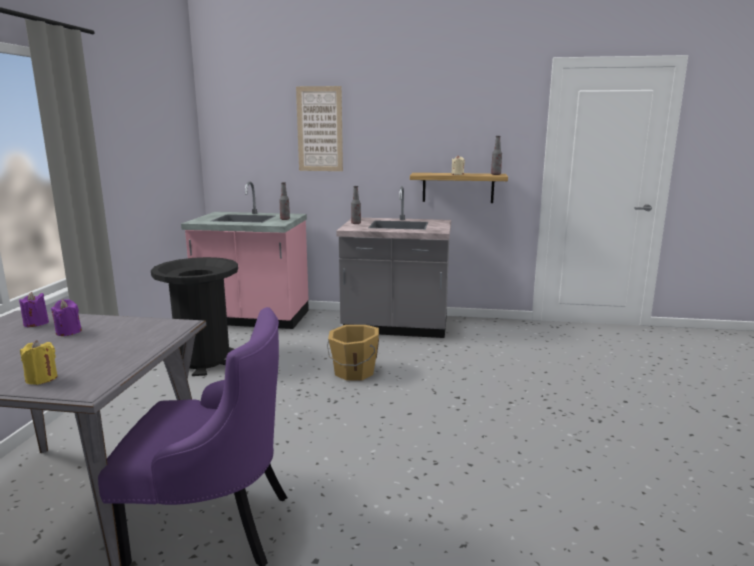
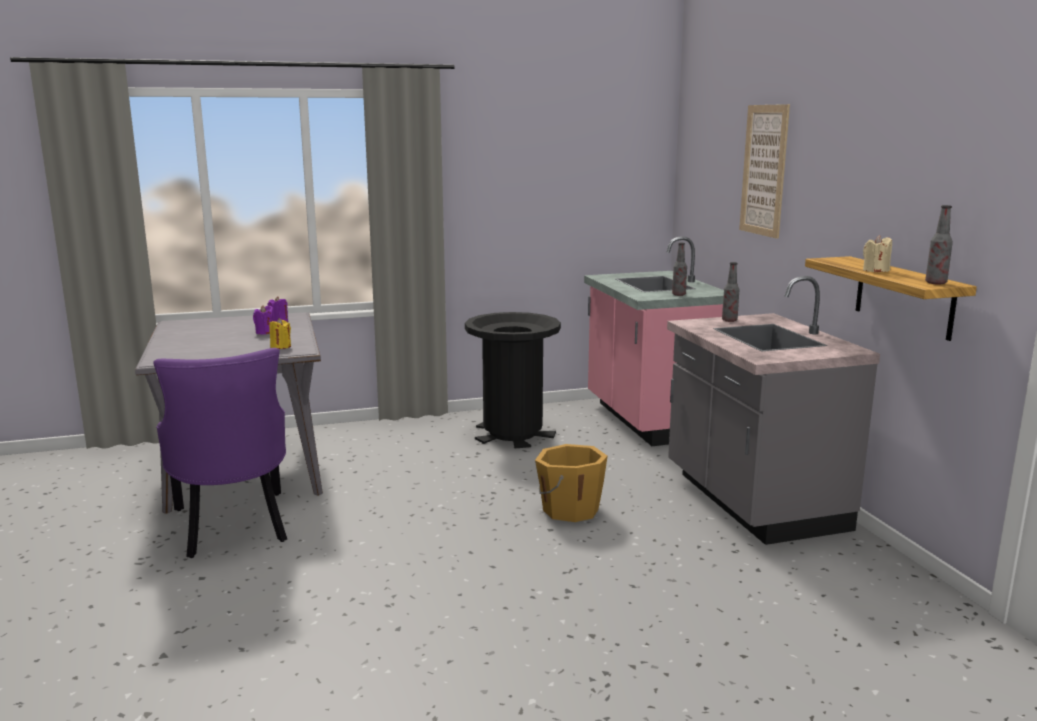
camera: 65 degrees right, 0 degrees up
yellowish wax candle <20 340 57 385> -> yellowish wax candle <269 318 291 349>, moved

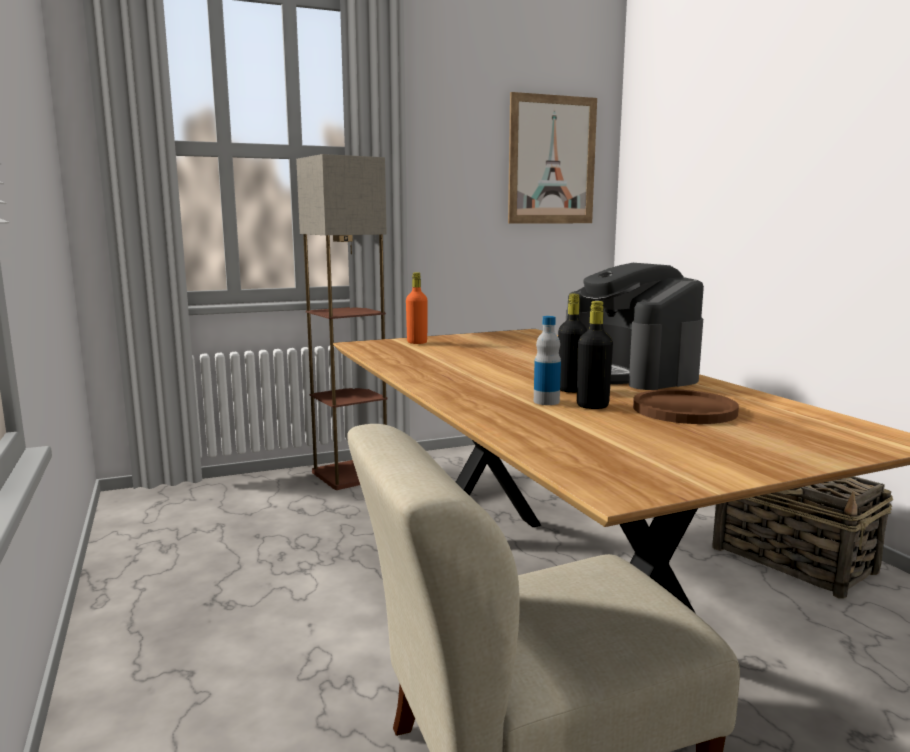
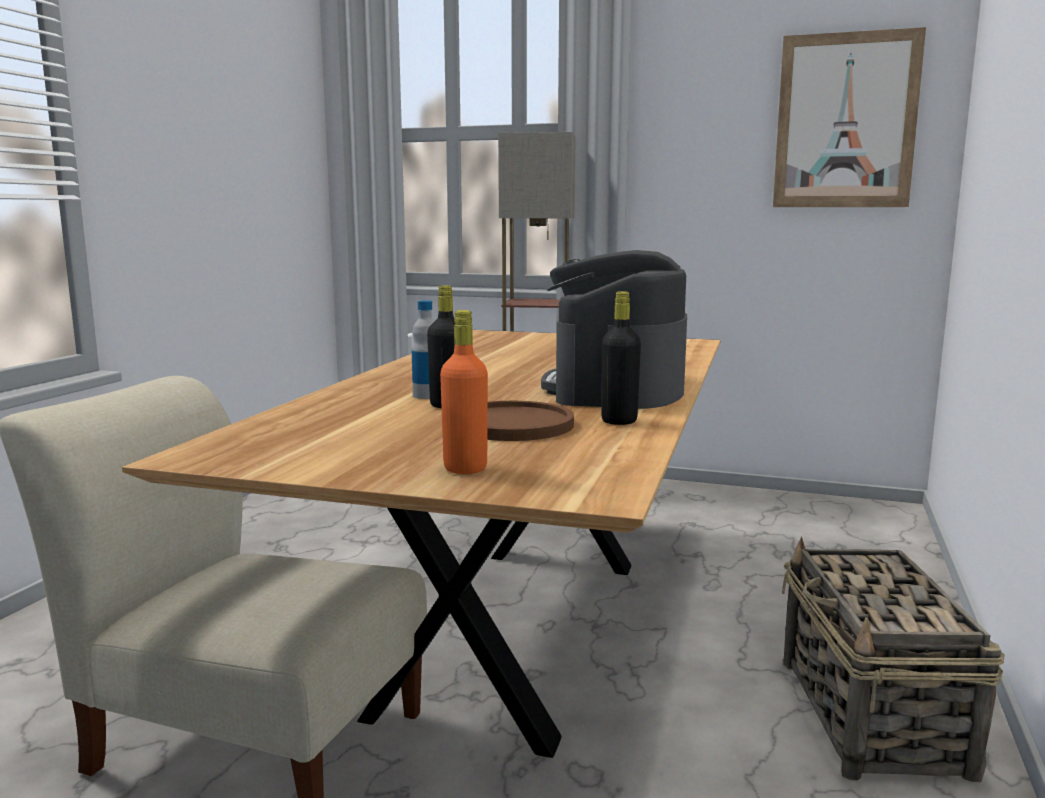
camera: 40 degrees right, 0 degrees up
orangey drink bottle <406 272 428 344> -> orangey drink bottle <440 310 488 474>, moved
black-coloured drink bottle <558 294 587 393> -> black-coloured drink bottle <601 291 641 425>, moved

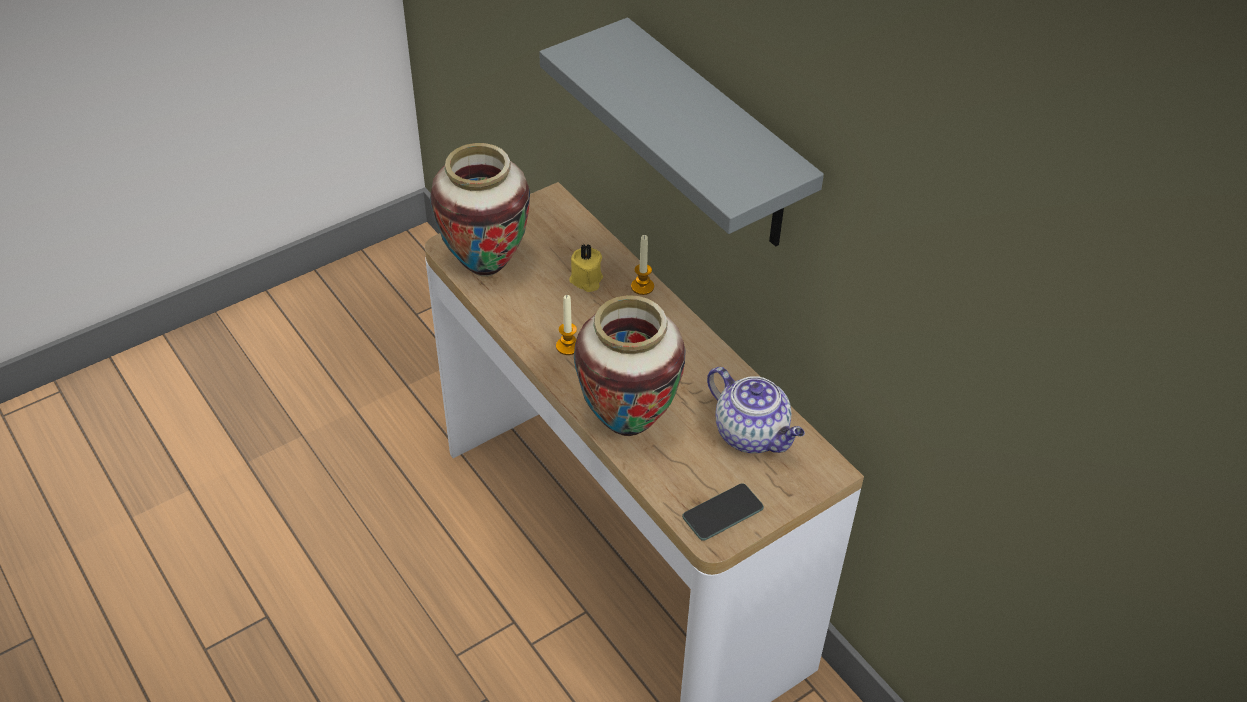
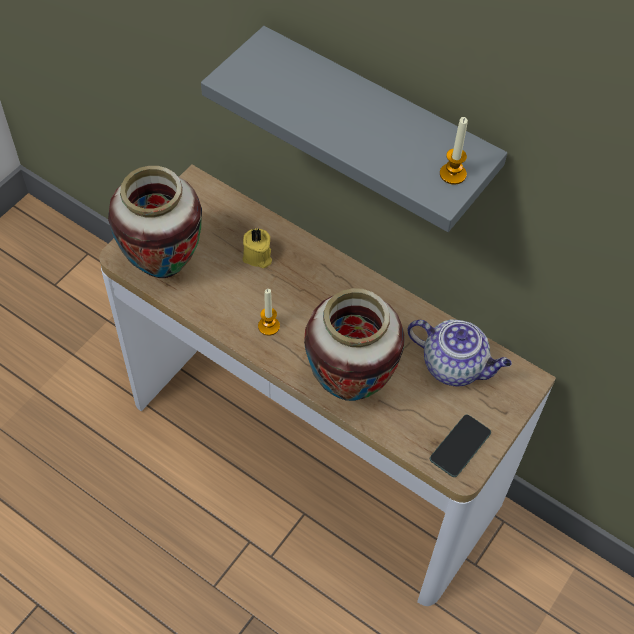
camera: 20 degrees left, 10 degrees up
wax candle <631 235 654 295> -> wax candle <440 117 468 184>, moved

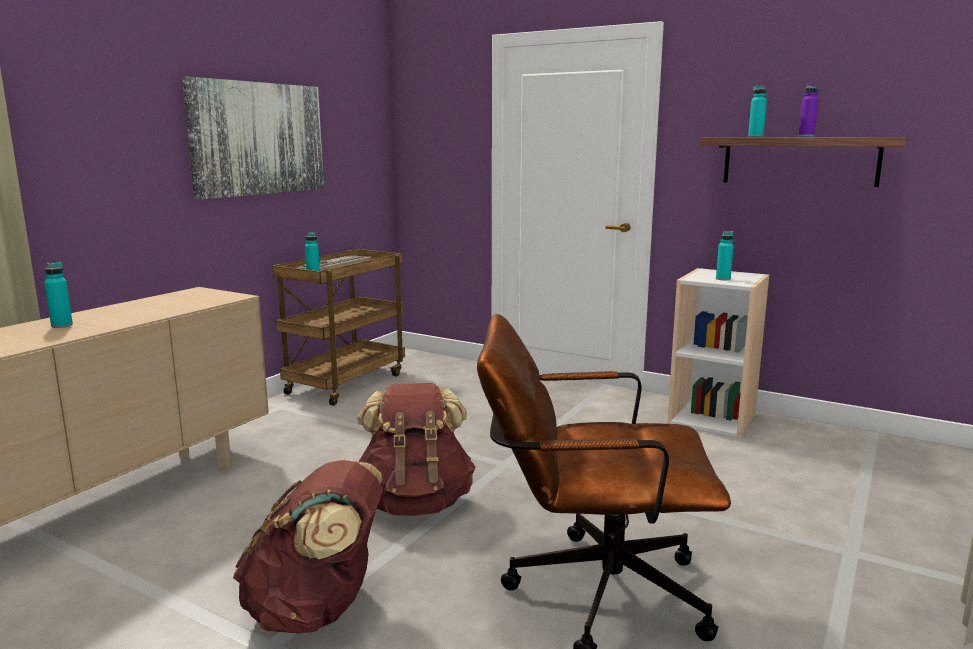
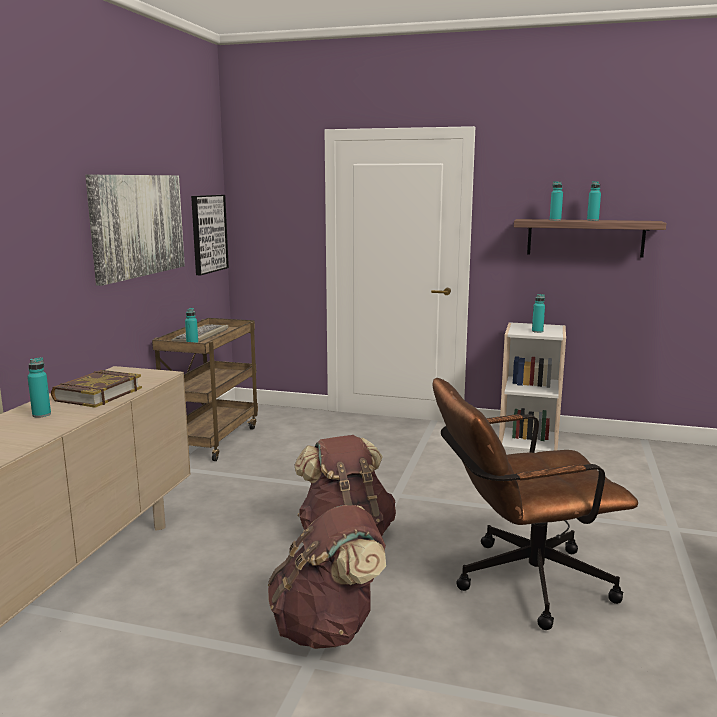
camera: 15 degrees left, 0 degrees up
purplish drink bottle <798 84 819 137> -> turquoise-coloured drink bottle <587 181 601 221>
none -> wall picture <191 195 229 275>
none -> volume <51 370 142 408>

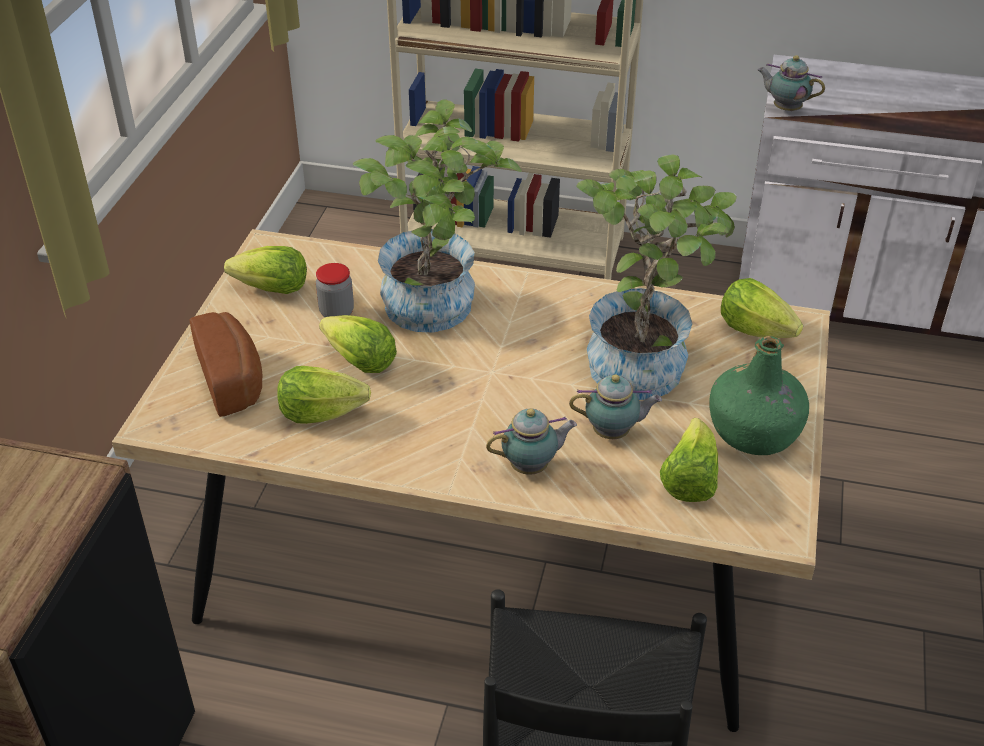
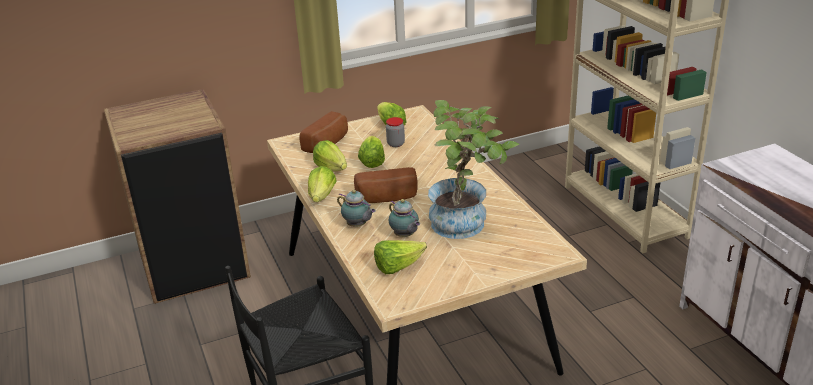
camera: 55 degrees right, 10 degrees down
tea pot <758 55 825 111> -> none
houseplant <352 99 522 332> -> none
head of lettuce <721 278 803 338> -> head of lettuce <308 166 337 202>, moved
green-coloured drink bottle <709 336 809 455> -> none
none -> baked bread <354 167 417 203>

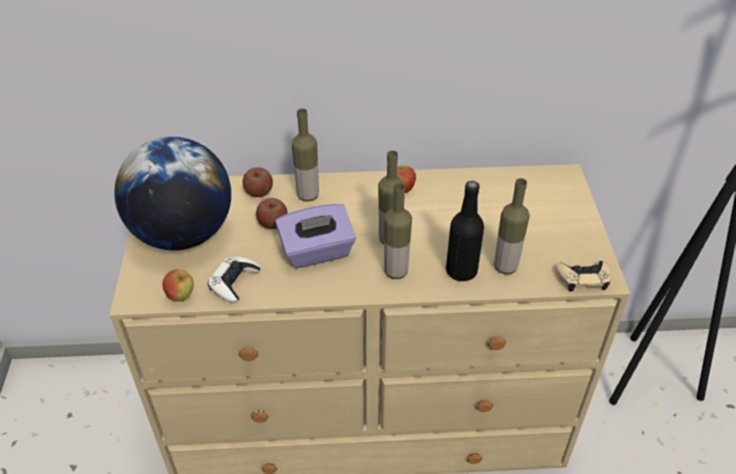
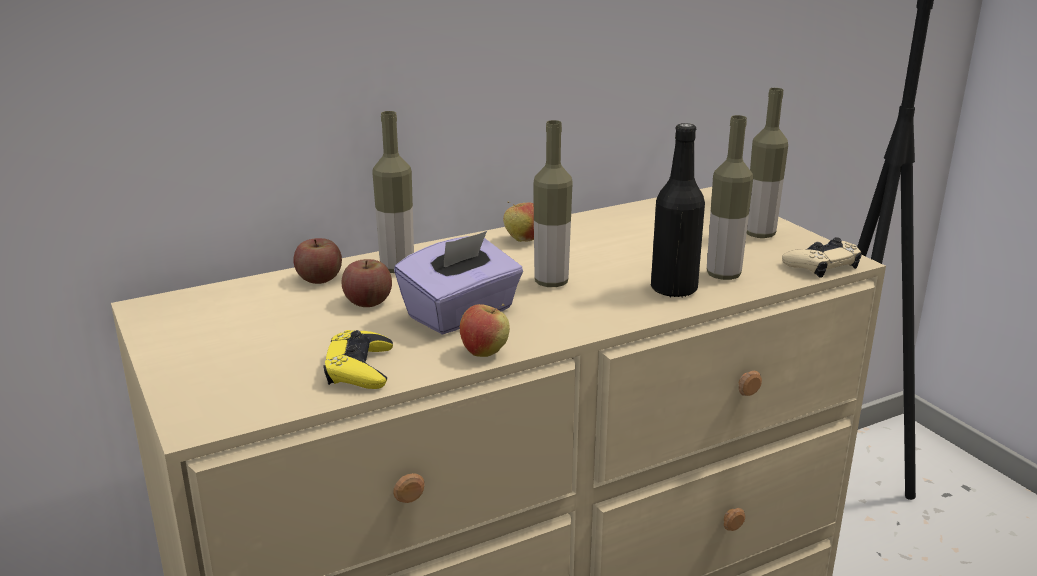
camera: 25 degrees left, 20 degrees down
globe <114 137 231 250> -> none
drink bottle <384 183 412 279> -> drink bottle <747 88 788 238>, moved
white joypad <208 255 260 303> -> yellowish joypad <323 330 393 389>
apple fruit <163 269 194 301> -> apple fruit <460 304 510 357>, moved

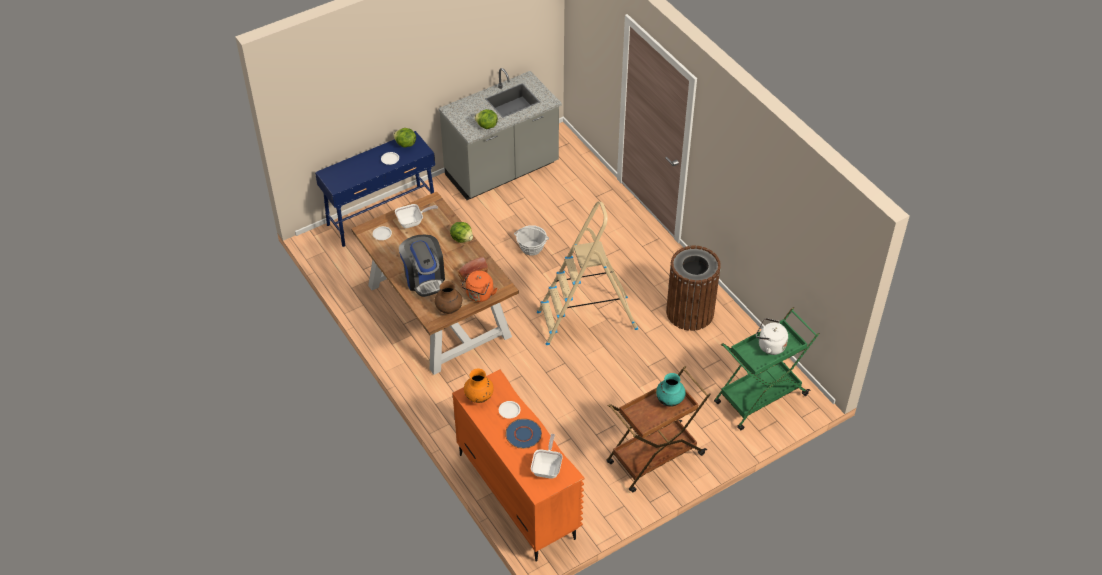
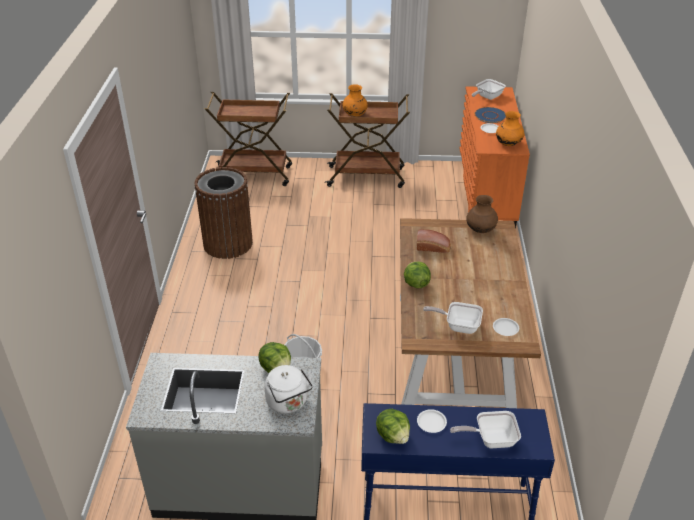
camera: 145 degrees left, 10 degrees down
beige-coloured step ladder <537 201 638 345> -> none
coffee maker <399 235 445 297> -> none
orangey tea kettle <461 271 498 302> -> none
green-coloured trolley <714 307 820 430> -> brownish trolley <204 92 292 186>
white tea kettle <756 318 788 355> -> white tea kettle <264 365 313 414>, moved
turquoise-coloured decorative vase <656 373 686 407> -> orangey decorative vase <343 84 368 117>
none -> frying pan <450 411 521 448>

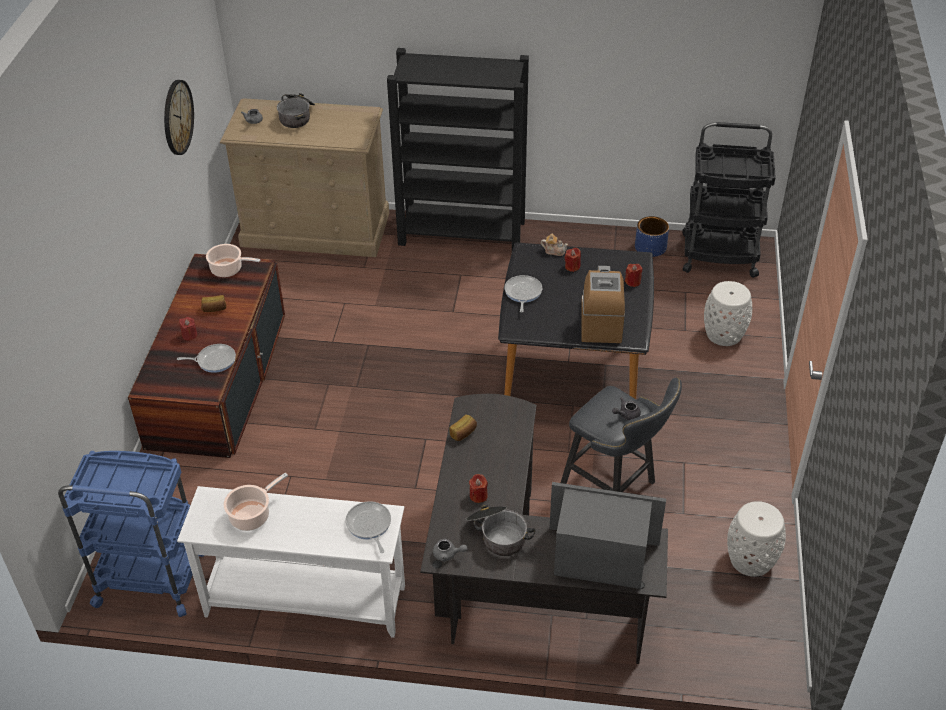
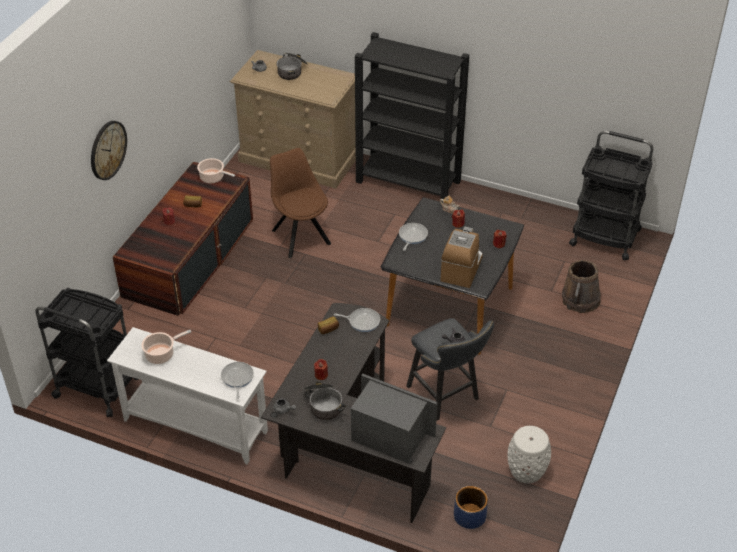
camera: 15 degrees right, 0 degrees up
clock on the wall <164 80 194 155> -> clock on the wall <91 121 127 180>, moved
blue-coloured flower pot <635 216 669 257> -> blue-coloured flower pot <454 486 488 529>, moved
white stool seat <704 281 752 346> -> brownish water bucket <562 260 601 313>
frying pan <177 344 236 373> -> frying pan <334 308 380 332>, moved
blue-coloured trolley <58 451 205 617> -> black-coloured trolley <35 288 139 417>
none -> brownish upright chair <270 148 331 258>

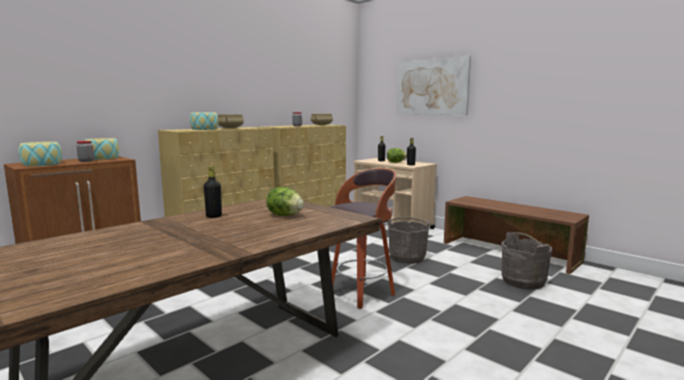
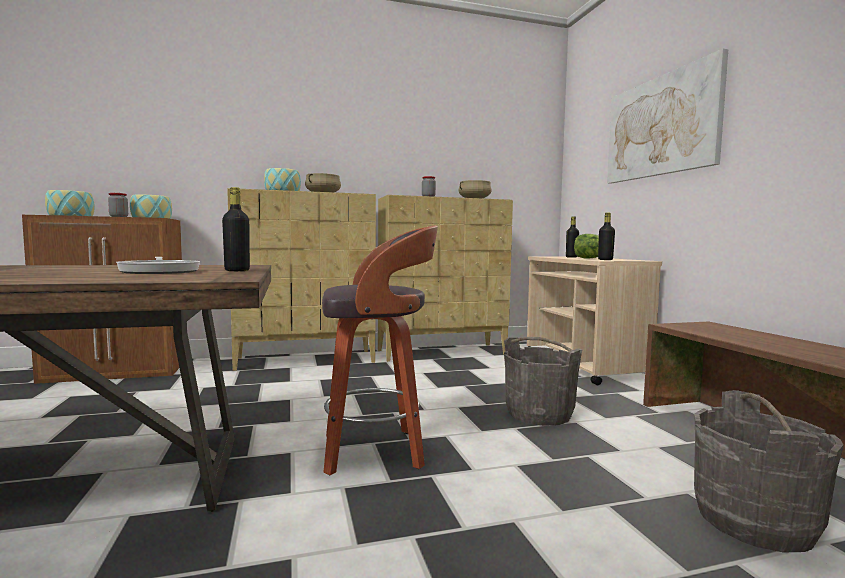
camera: 30 degrees right, 5 degrees down
black-coloured drink bottle <204 166 222 218> -> black-coloured drink bottle <222 187 250 271>, moved
head of lettuce <266 187 304 216> -> frying pan <116 257 200 274>

